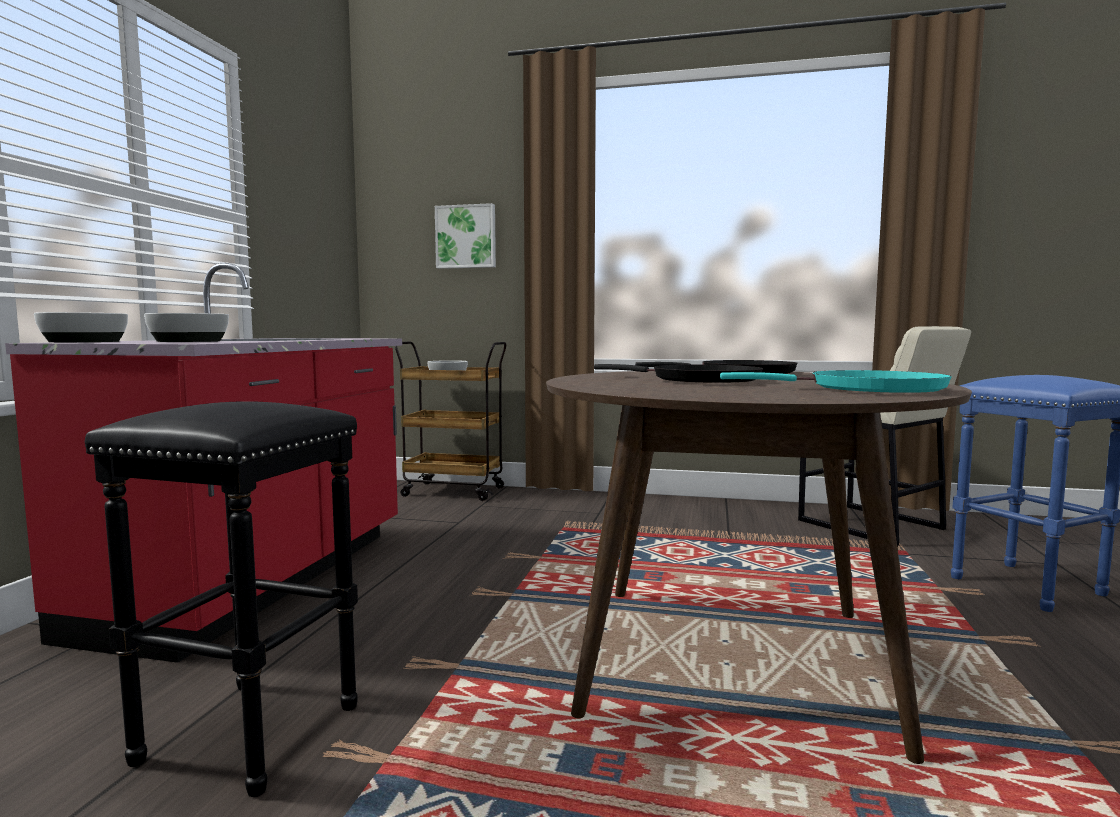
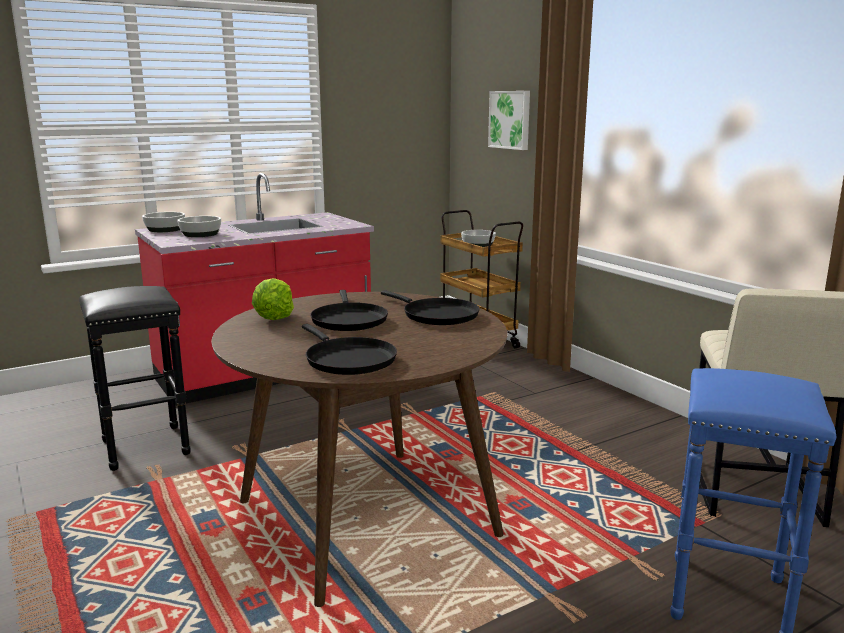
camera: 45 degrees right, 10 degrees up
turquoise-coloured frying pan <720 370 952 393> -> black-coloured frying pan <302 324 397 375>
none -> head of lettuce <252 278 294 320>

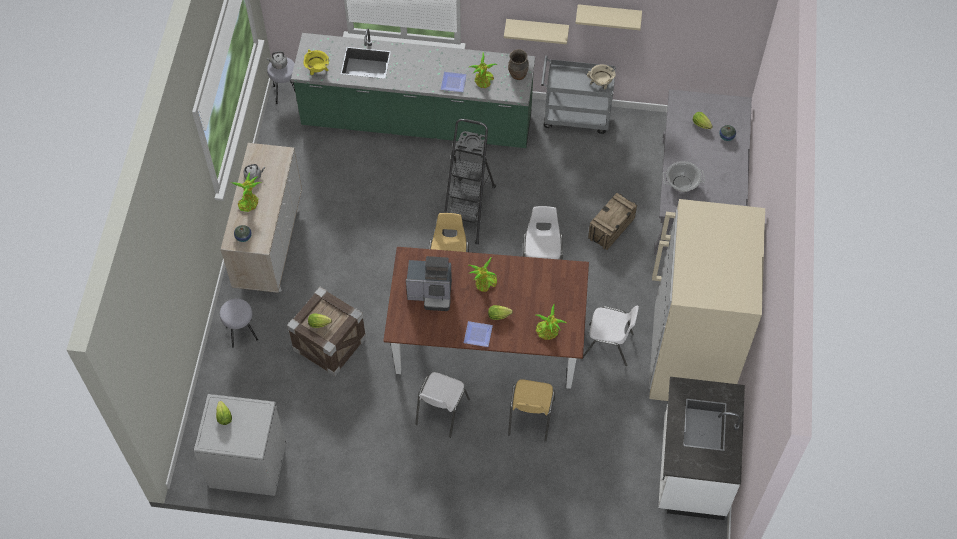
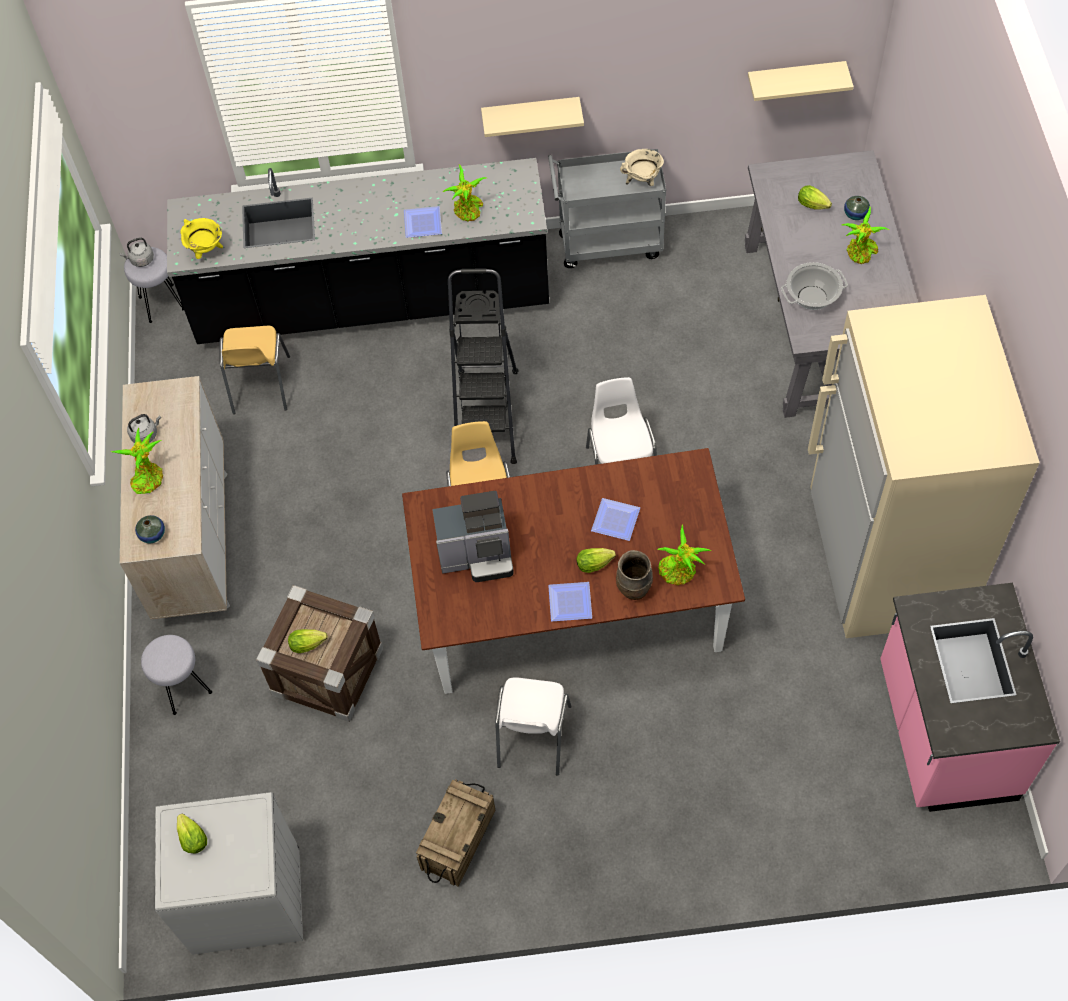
camera: 10 degrees left, 0 degrees up
beige-coloured shelf <575 4 642 30> -> beige-coloured shelf <748 61 854 101>, moved
green-coloured kitchen counter <291 29 535 148> -> black-coloured kitchen counter <167 158 549 344>
brownish decorative vase <508 49 529 80> -> brownish decorative vase <616 550 653 600>, moved
shipping crate <588 193 637 250> -> shipping crate <416 779 495 887>, moved
houseplant <468 258 497 292> -> houseplant <842 207 889 264>, moved
white upright chair <583 306 639 366> -> none
white kitchen counter <658 377 745 520> -> pink-coloured kitchen counter <880 583 1060 812>
yellowish upright chair <508 379 555 442> -> yellowish upright chair <220 326 290 414>, moved
none -> dinner plate <591 498 640 541>

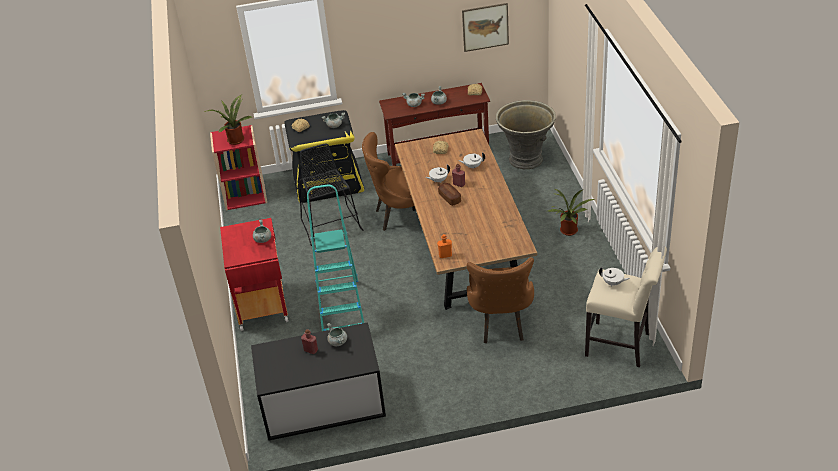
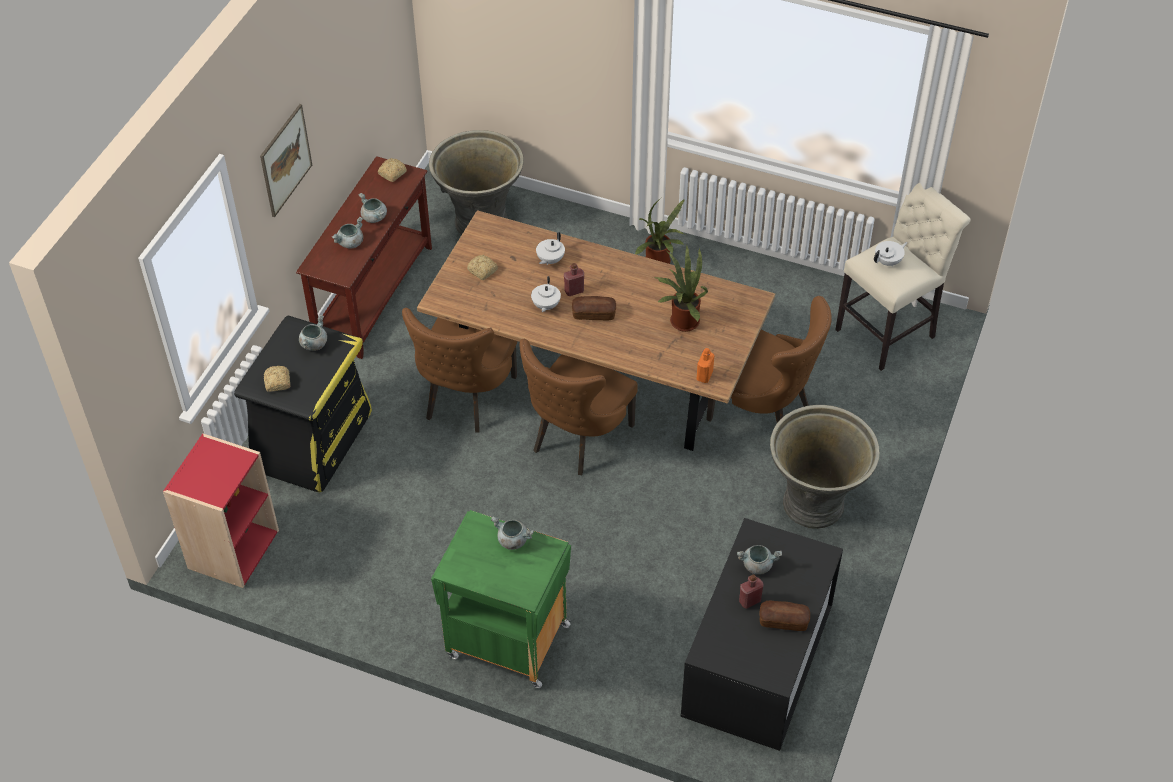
camera: 60 degrees left, 10 degrees up
wall picture <462 3 509 52> -> wall picture <260 104 312 217>, moved
houseplant <205 94 252 145> -> houseplant <655 245 708 332>, moved
black-coloured stool seat <300 144 364 246> -> none
turquoise-coloured step ladder <307 184 364 331> -> none
red trolley <220 218 289 331> -> green-coloured trolley <431 510 571 688>
none -> brownish upright chair <520 339 638 475>
none -> gray flower pot <770 405 880 529>
none -> baked bread <759 601 810 631>

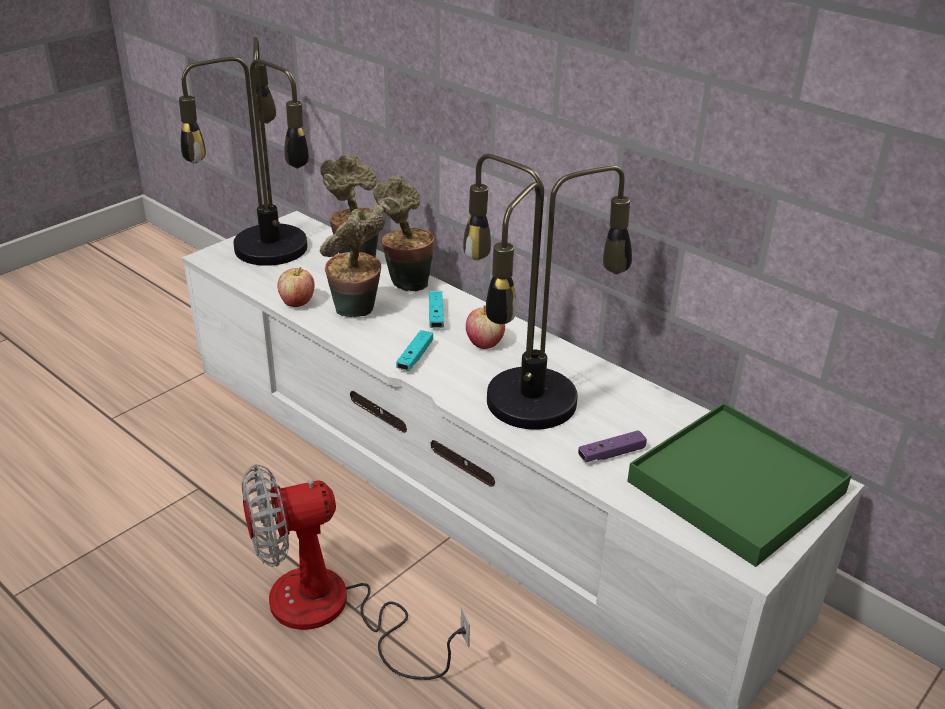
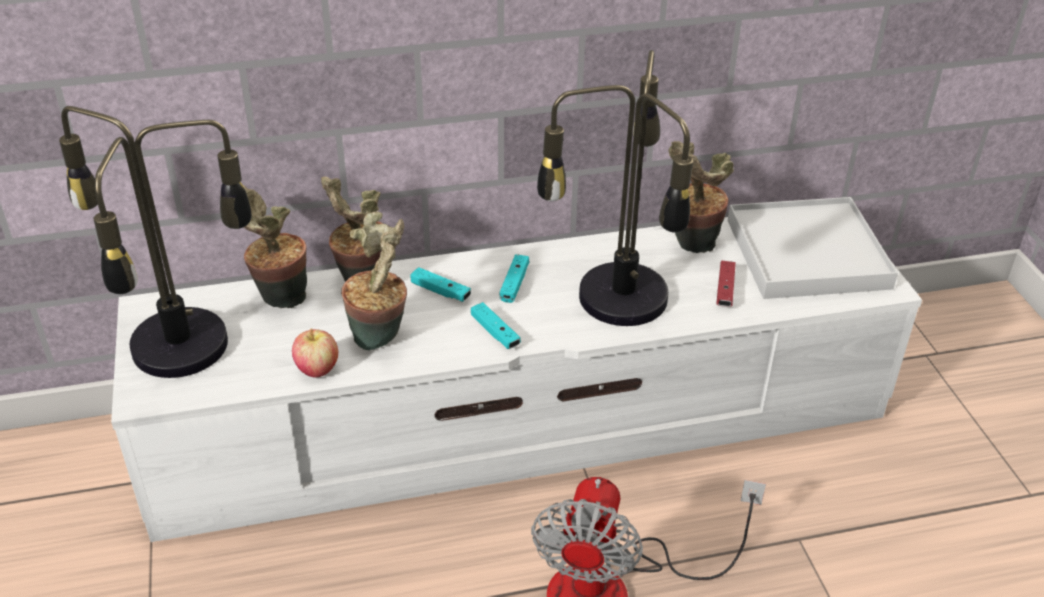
camera: 55 degrees left, 5 degrees up
apple fruit <466 305 505 349> -> turquoise-coloured joypad <500 254 529 303>
green-coloured tray <627 403 852 567> -> white tray <728 197 898 299>
purplish joypad <578 430 647 463> -> red joypad <716 261 736 307>
none -> houseplant <668 141 734 253>

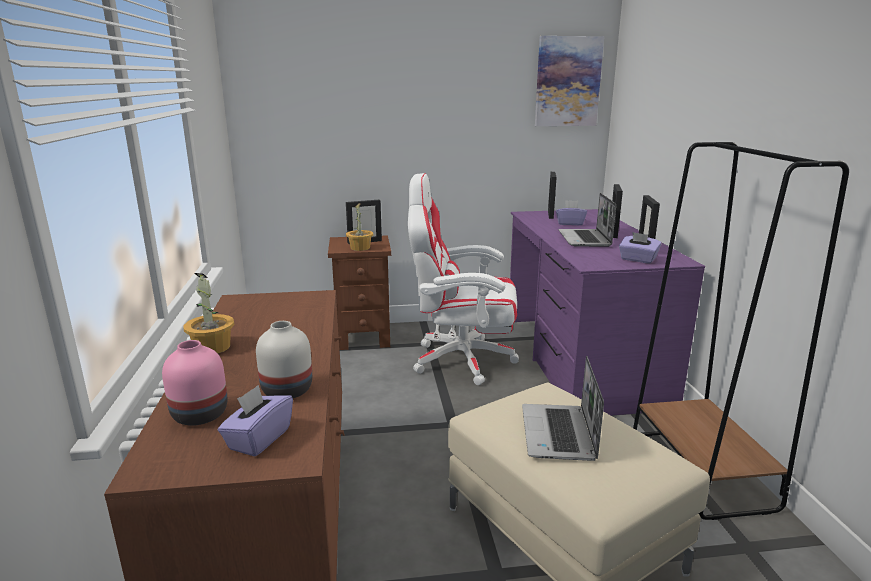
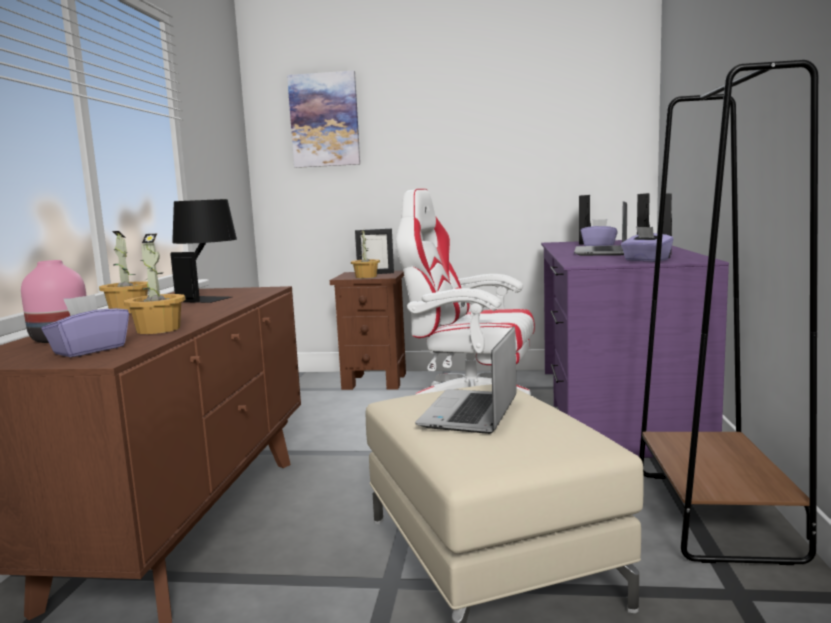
camera: 15 degrees right, 10 degrees down
wall picture <535 36 604 126> -> wall picture <287 70 360 168>, moved
white decorative vase <256 321 312 398> -> houseplant <124 234 186 334>
none -> black-coloured table lamp <170 199 237 303>

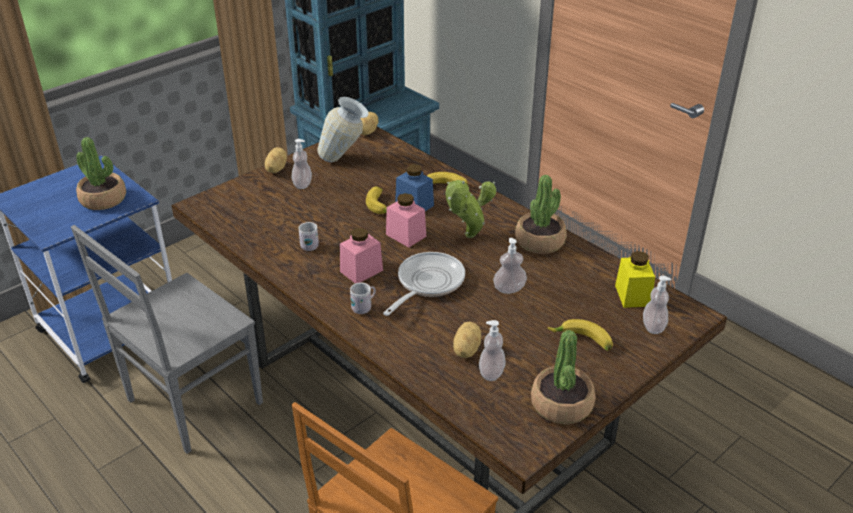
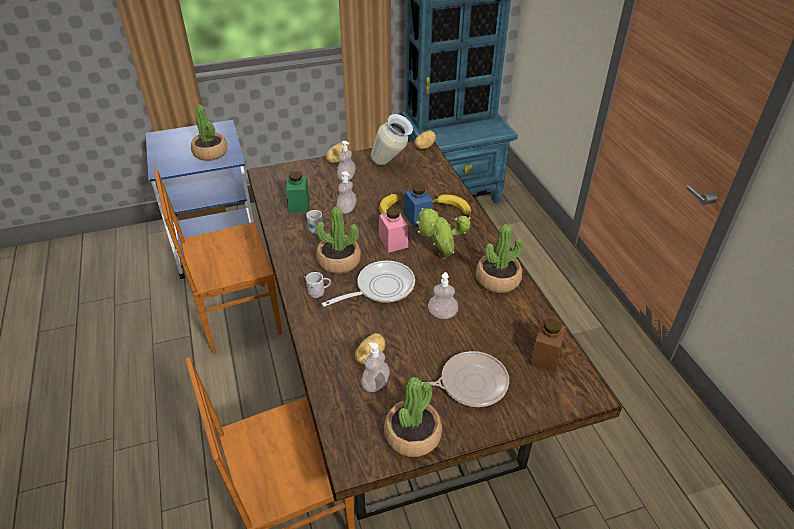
camera: 25 degrees right, 5 degrees up
gray upright chair <71 225 263 454> -> brownish upright chair <154 168 282 354>
pink-coloured jar <340 227 383 283> -> houseplant <316 207 361 274>
yellowish jar <615 251 655 308> -> brownish jar <529 319 566 372>
soap bottle <643 276 671 334> -> soap bottle <336 171 357 214>, moved
banana fruit <547 319 613 351> -> frying pan <422 351 509 407>
none -> green-coloured jar <286 171 310 213>

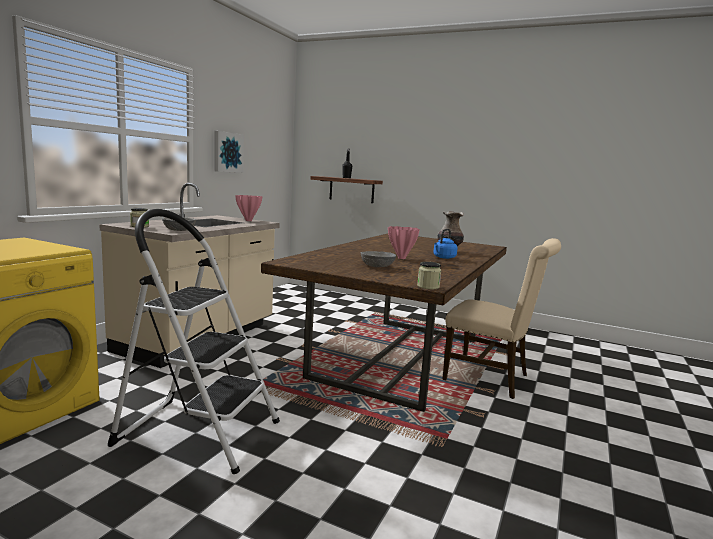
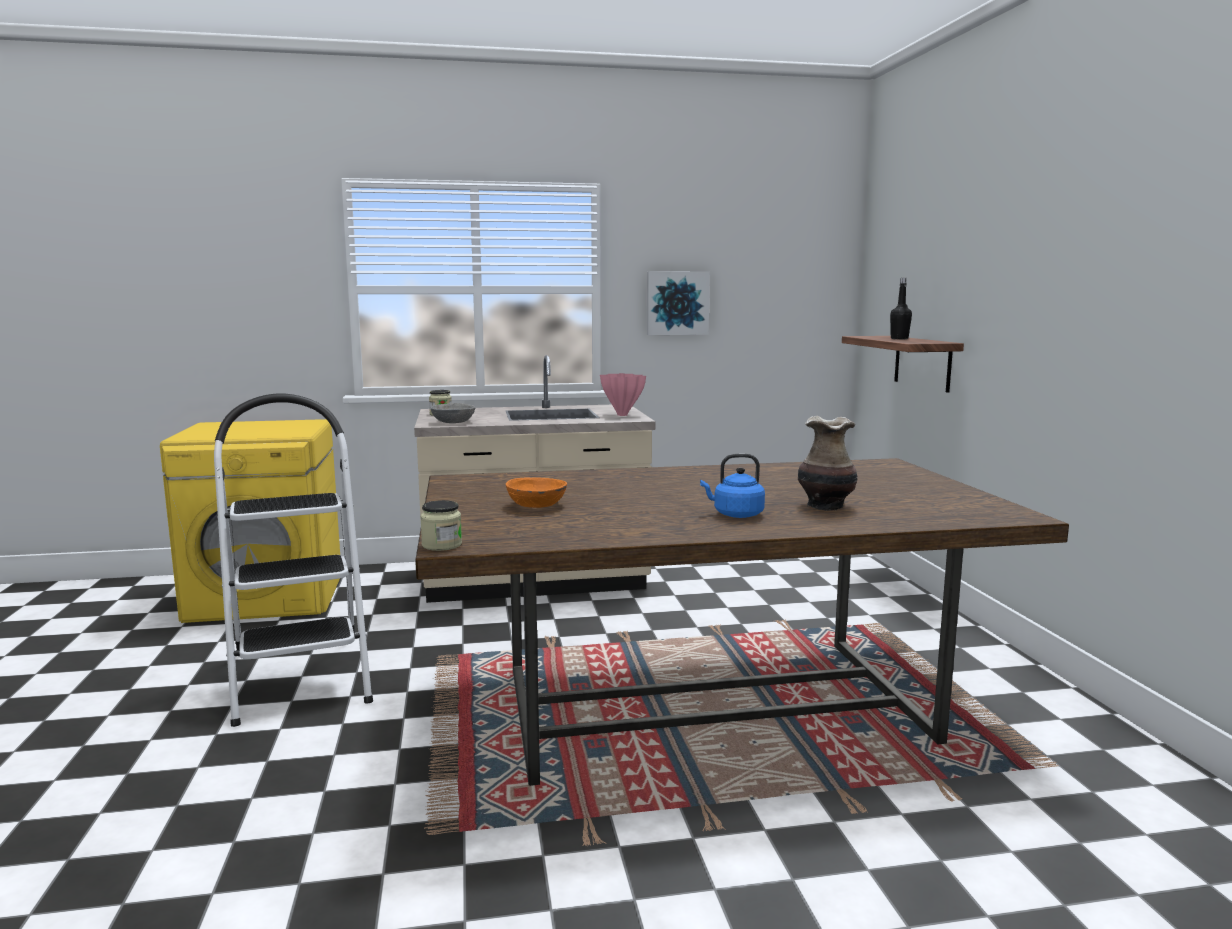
camera: 55 degrees right, 0 degrees up
pink-coloured decorative vase <388 226 420 259> -> none
beige-coloured upright chair <442 238 561 399> -> none
gray deep dish <361 251 396 267> -> orangey deep dish <506 478 567 508>

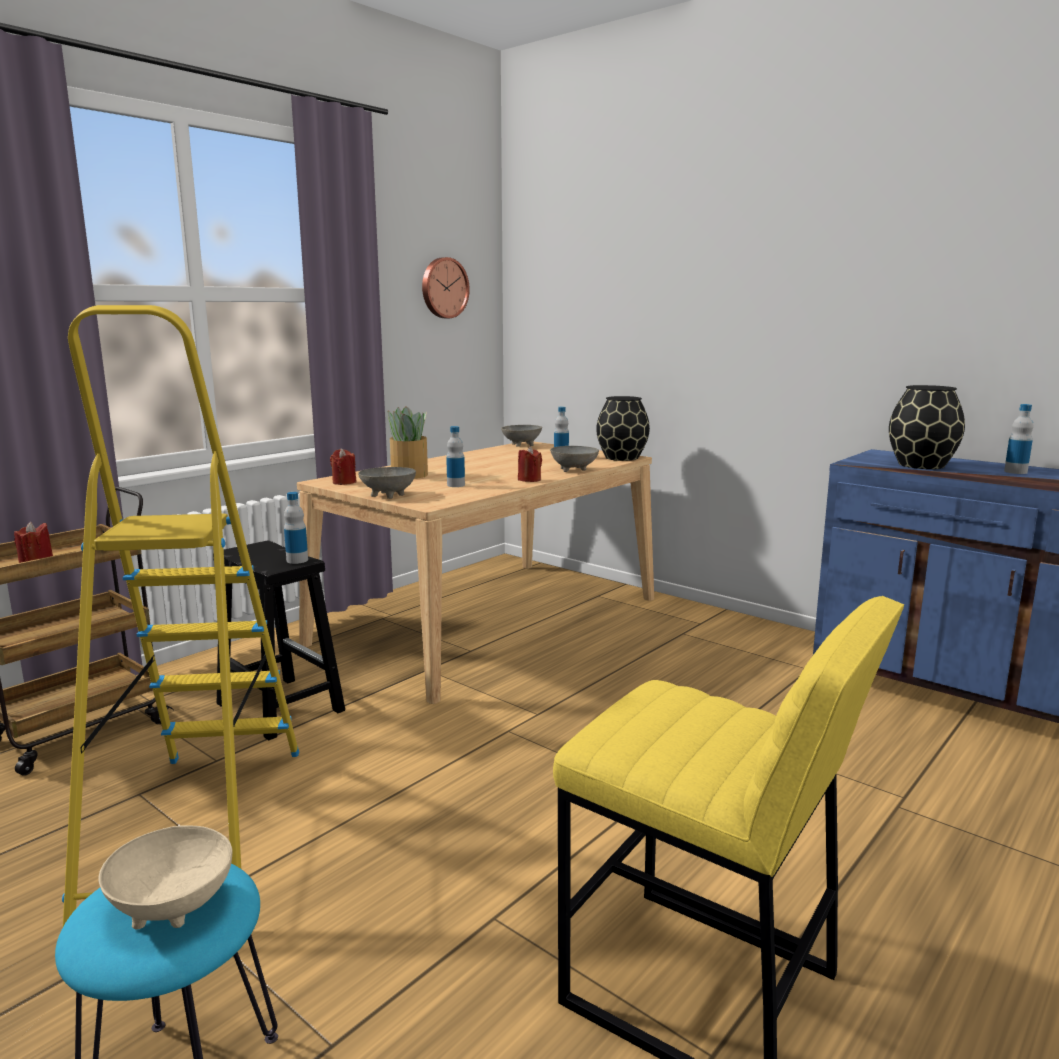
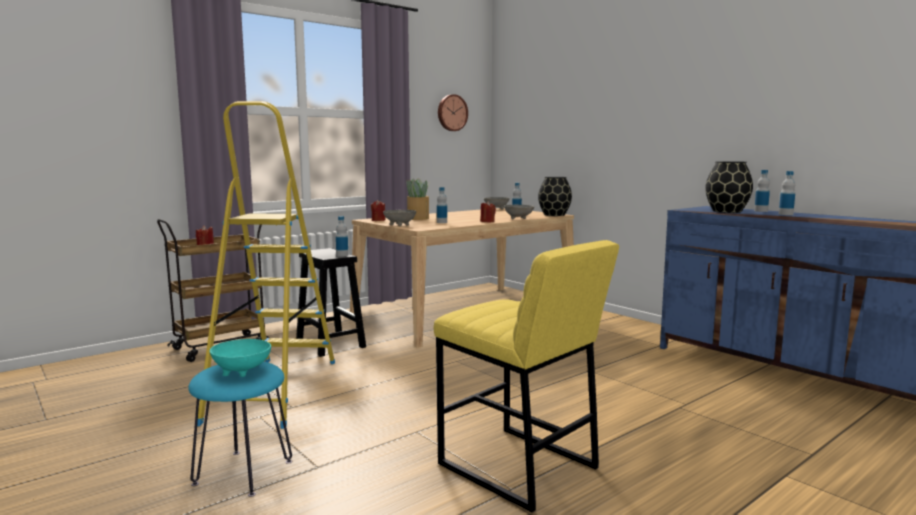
camera: 10 degrees right, 5 degrees down
beige-coloured deep dish <99 825 232 930> -> turquoise-coloured deep dish <210 339 271 377>
none -> drink bottle <754 170 770 212>

